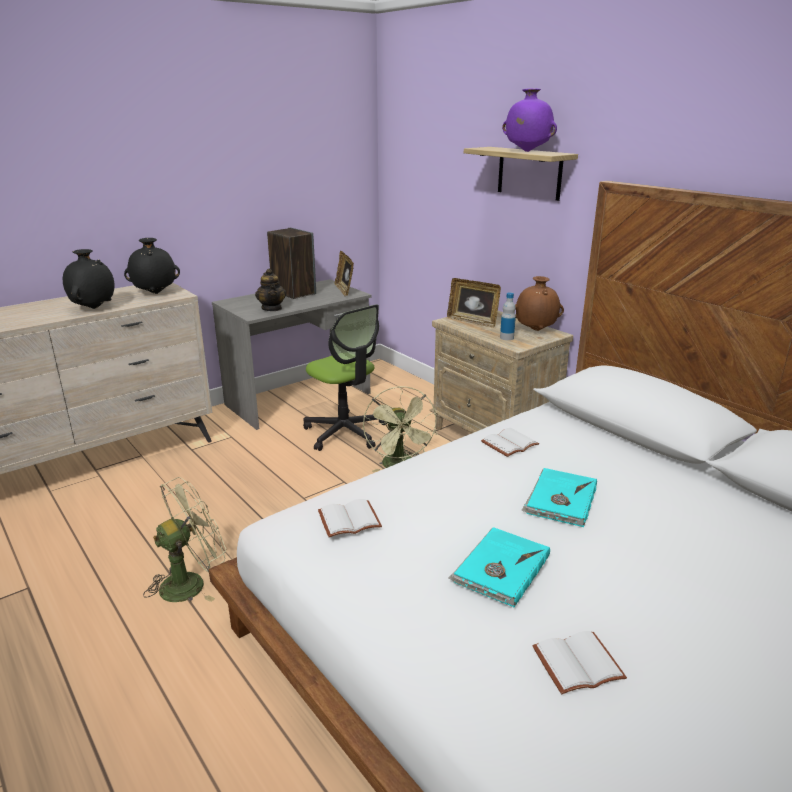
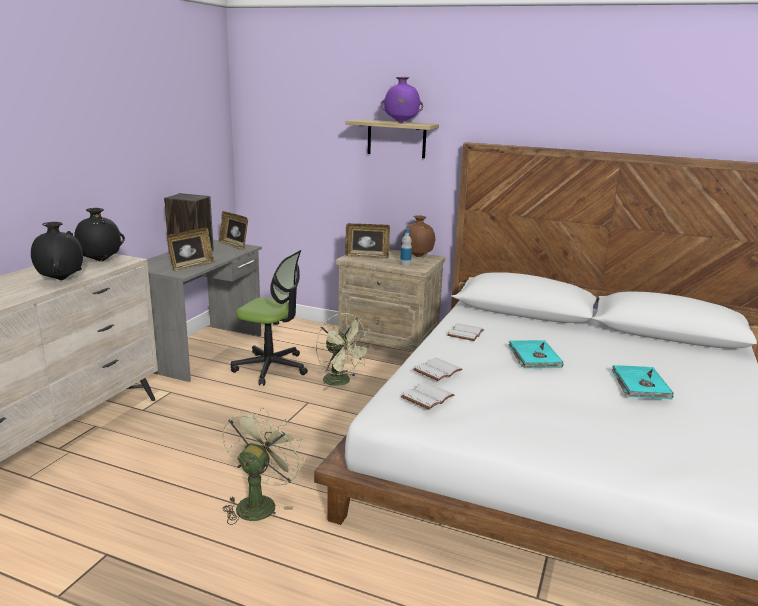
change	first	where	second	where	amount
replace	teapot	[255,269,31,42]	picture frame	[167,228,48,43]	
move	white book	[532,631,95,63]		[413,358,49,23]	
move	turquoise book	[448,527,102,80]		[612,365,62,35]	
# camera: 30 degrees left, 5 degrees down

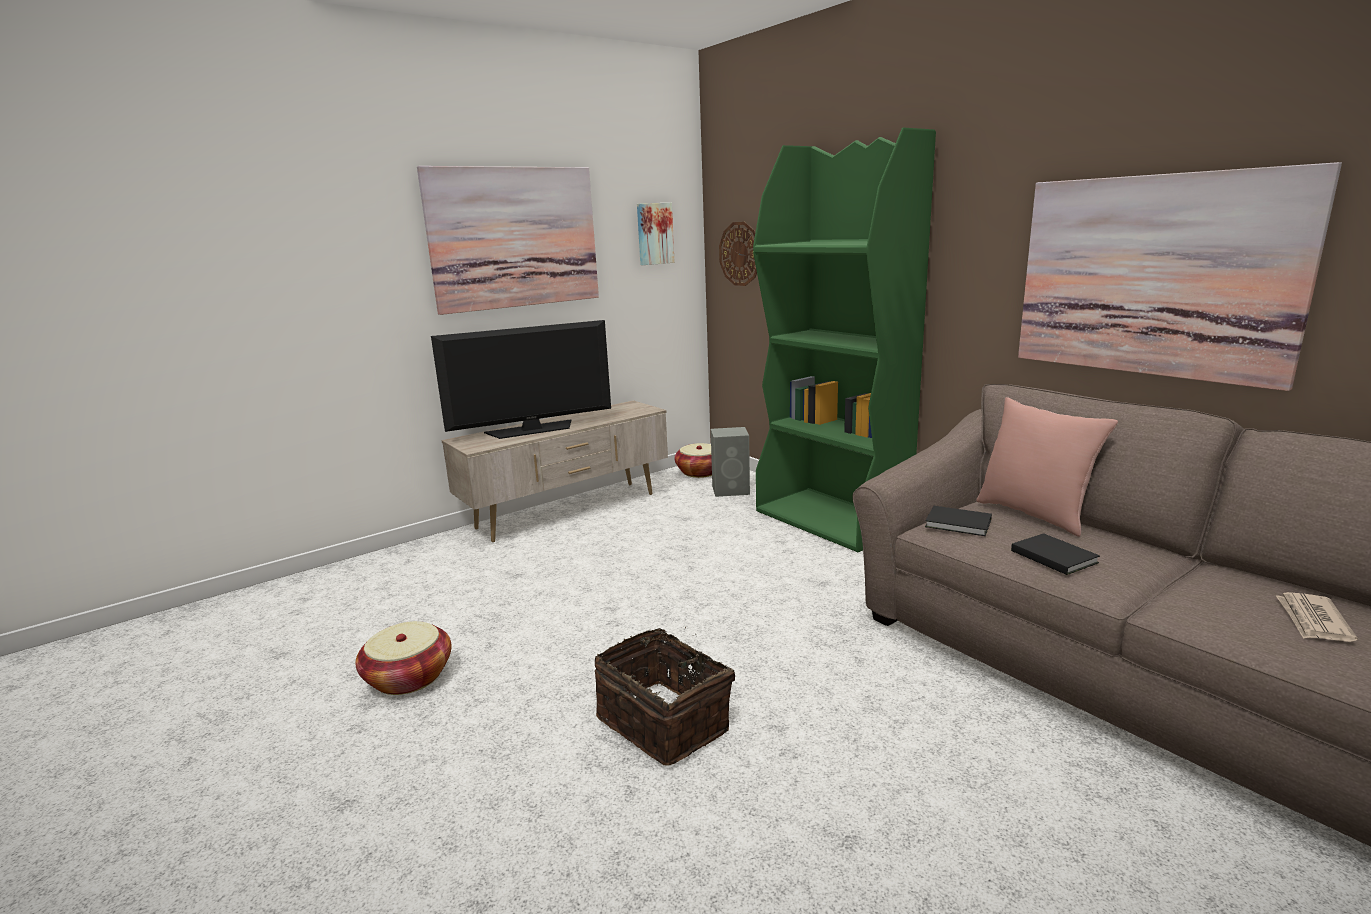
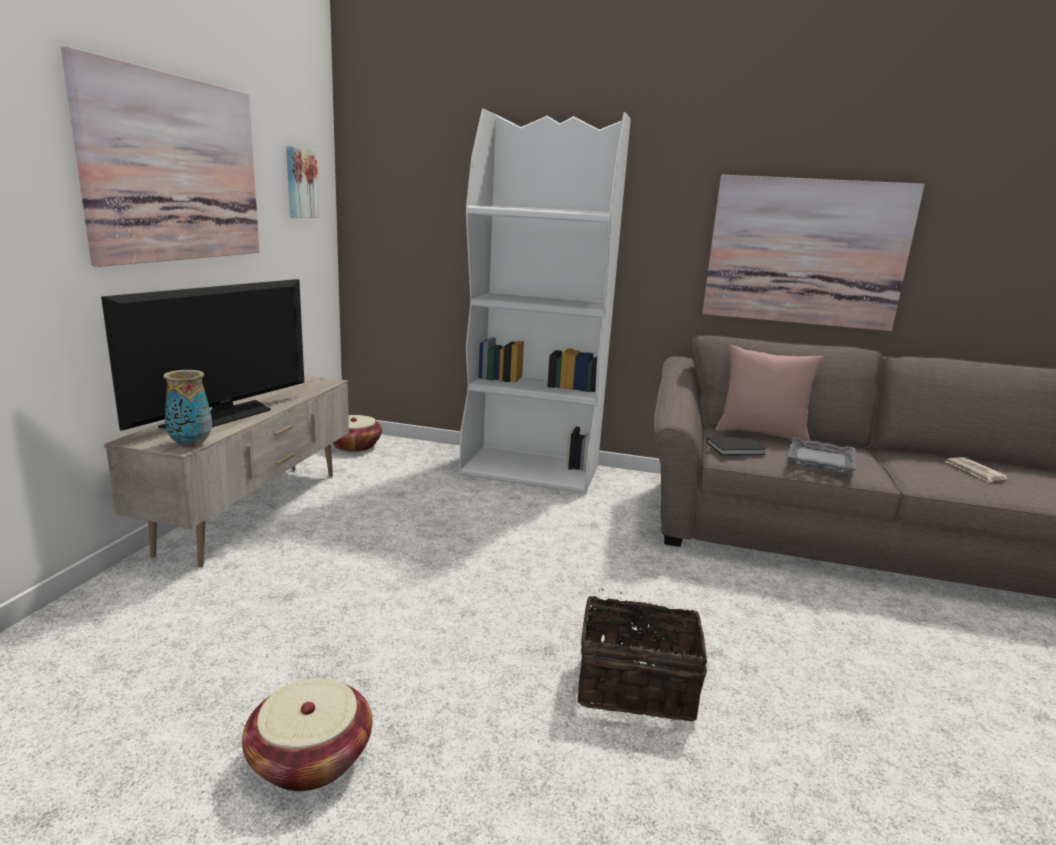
change	first	where	second	where	amount
insert			vase	[163,370,49,78]	
recolor	green bookcase	[753,128,183,424]	white bookcase	[459,108,172,386]	
replace	black book	[1011,533,89,42]	grey tray	[787,437,69,37]	
delete	grey speaker	[711,427,39,70]			
delete	wall clock	[719,222,38,64]			
# camera: 40 degrees left, 0 degrees up

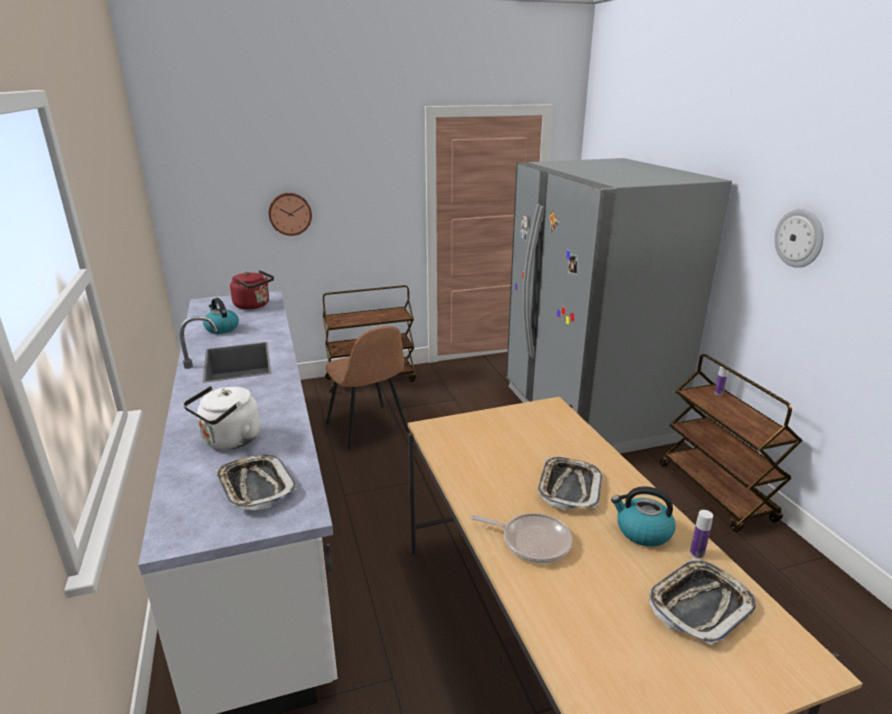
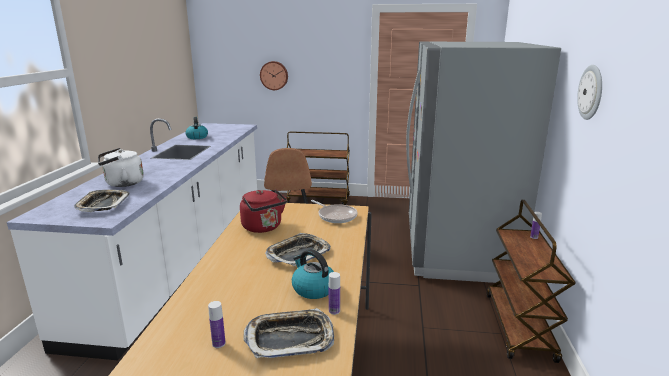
change	first	where	second	where	amount
insert			bottle	[208,301,17,47]	
move	red kettle	[230,270,44,39]		[240,189,47,44]	
move	frying pan	[471,513,102,50]		[311,200,47,23]	
# camera: 25 degrees right, 5 degrees down

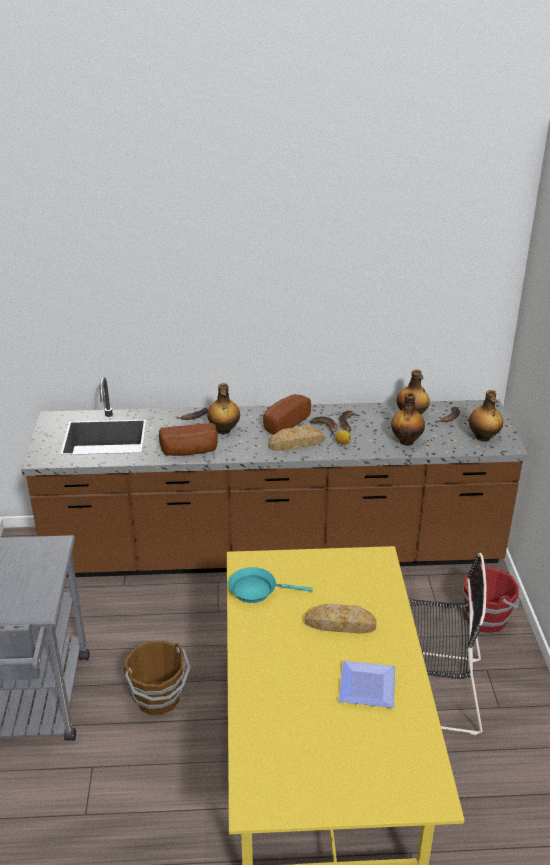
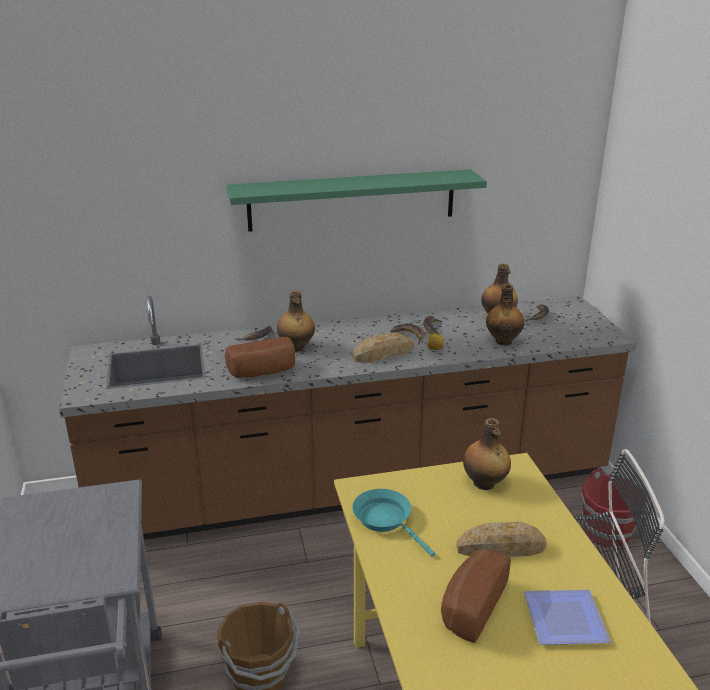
change	first	where	second	where	amount
insert			green shelf	[226,169,261,63]	
rotate	turquoise frying pan	[228,567,85,36]		[352,489,83,68]	60 degrees clockwise
move	bread	[263,394,48,41]		[441,549,70,94]	
move	bottle	[469,390,34,52]		[463,418,48,72]	
# camera: 10 degrees left, 5 degrees down

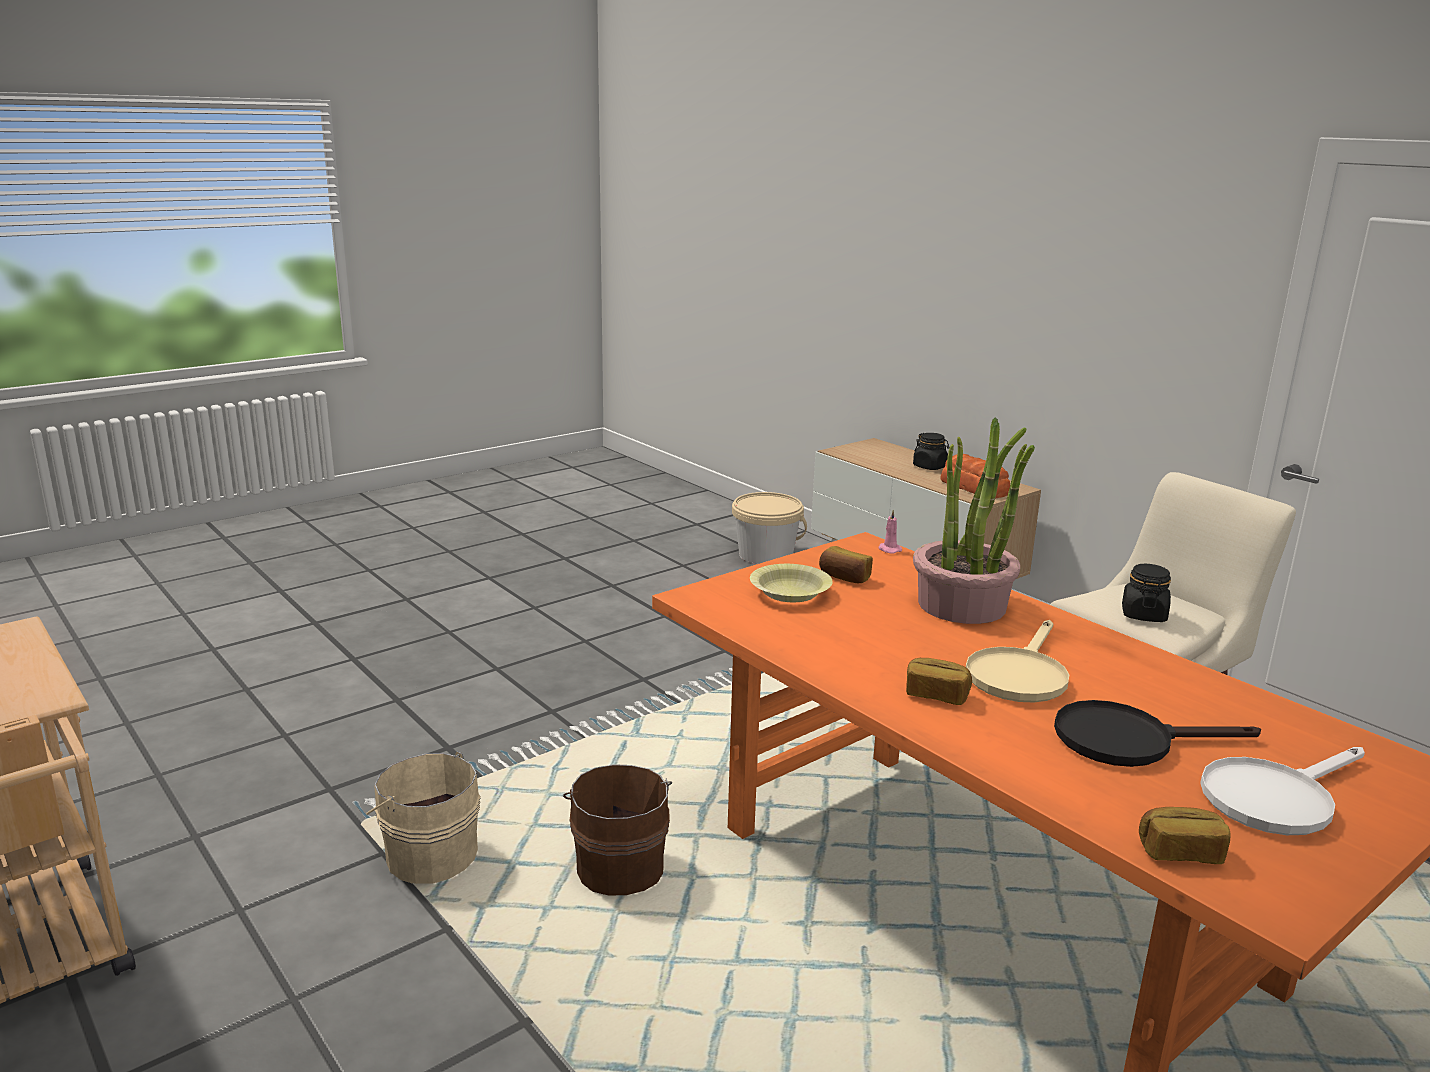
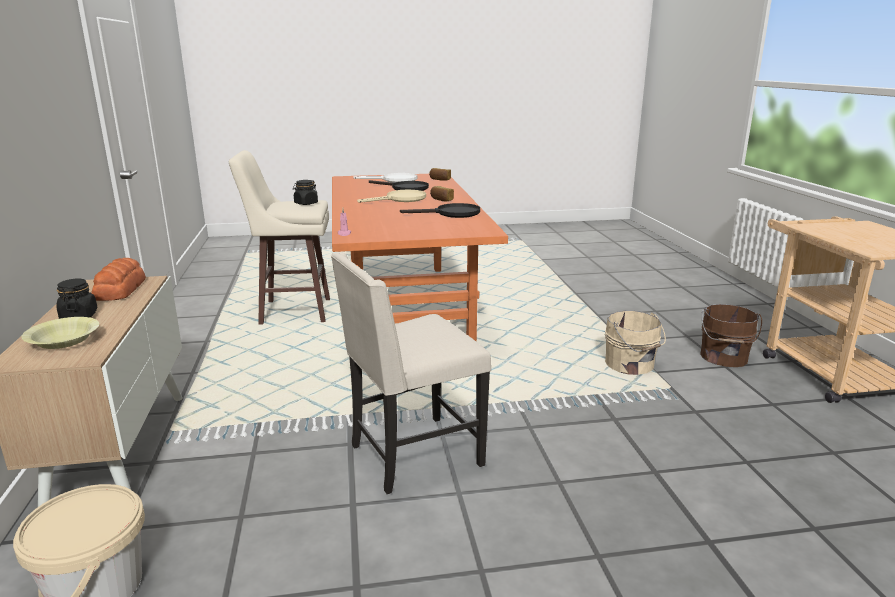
change	first	where	second	where	amount
move	yellow bowl	[750,564,83,38]		[21,317,78,32]	
insert			beige chair	[331,252,160,242]	
insert			black frying pan	[400,203,80,15]	
move	brown bucket	[563,764,109,132]		[700,304,62,63]	
delete	bread	[819,546,54,37]			
delete	potted plant	[913,418,122,206]			
# camera: 150 degrees left, 0 degrees up

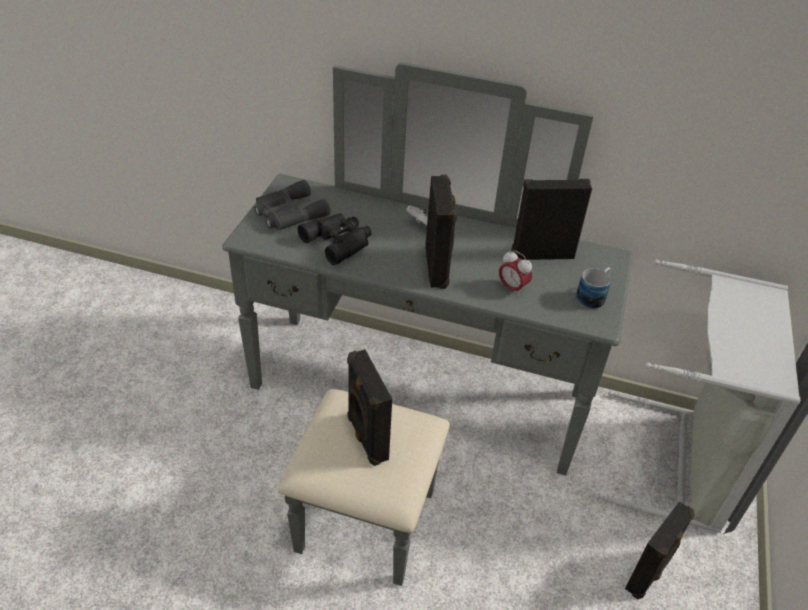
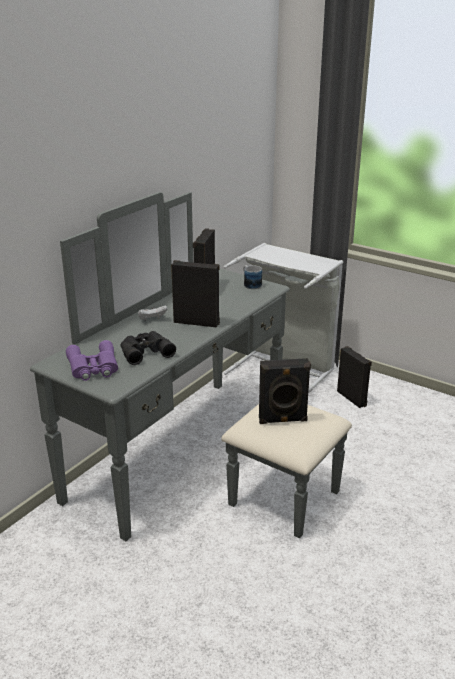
change	first	where	second	where	amount
recolor	grey binoculars	[254,180,76,50]	purple binoculars	[66,340,52,41]	
delete	alarm clock	[499,250,33,46]			
# camera: 70 degrees left, 15 degrees down

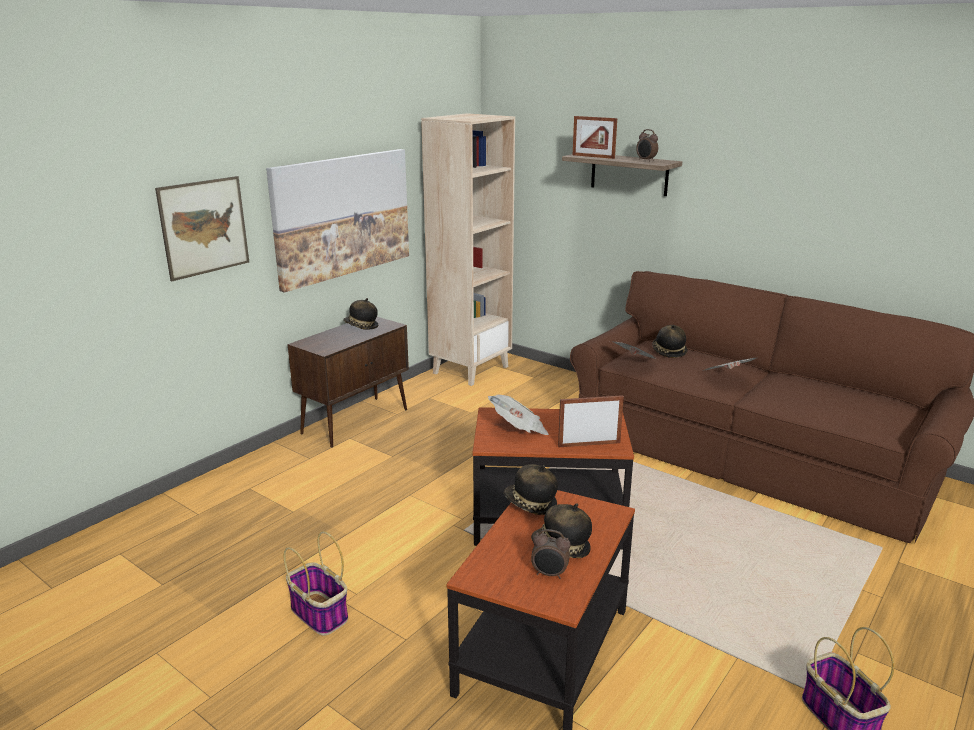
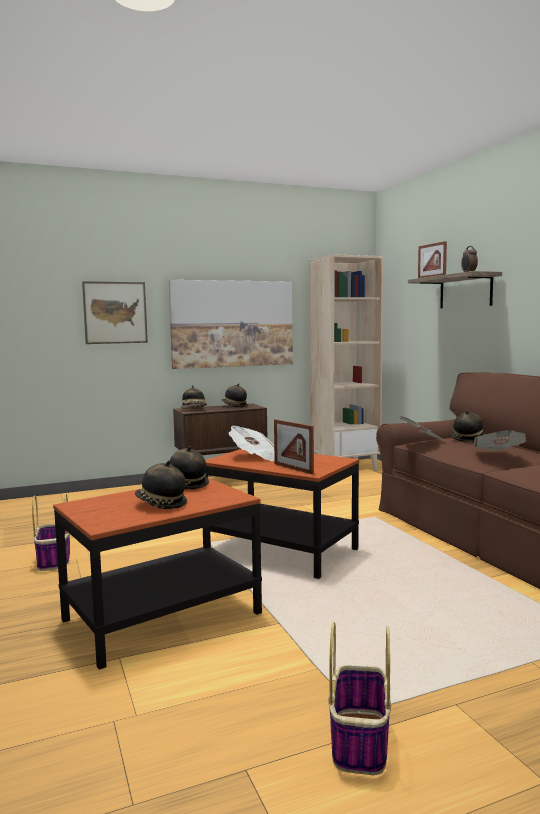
change	first	where	second	where	amount
insert			hat	[181,385,26,24]	
rotate	picture frame	[558,395,66,52]		[274,419,40,55]	150 degrees counterclockwise
delete	alarm clock	[531,529,40,50]			
# camera: 30 degrees right, 15 degrees down

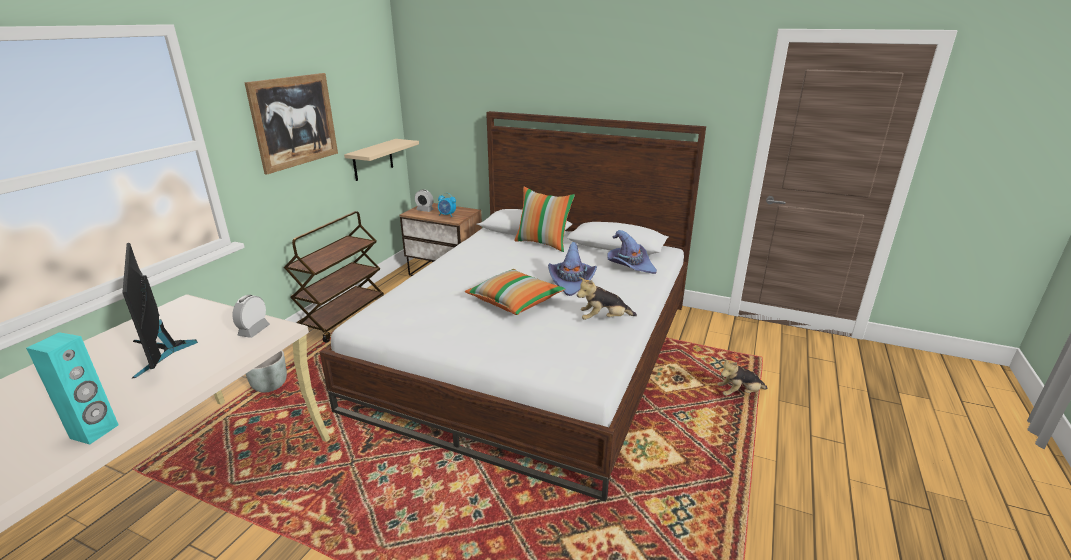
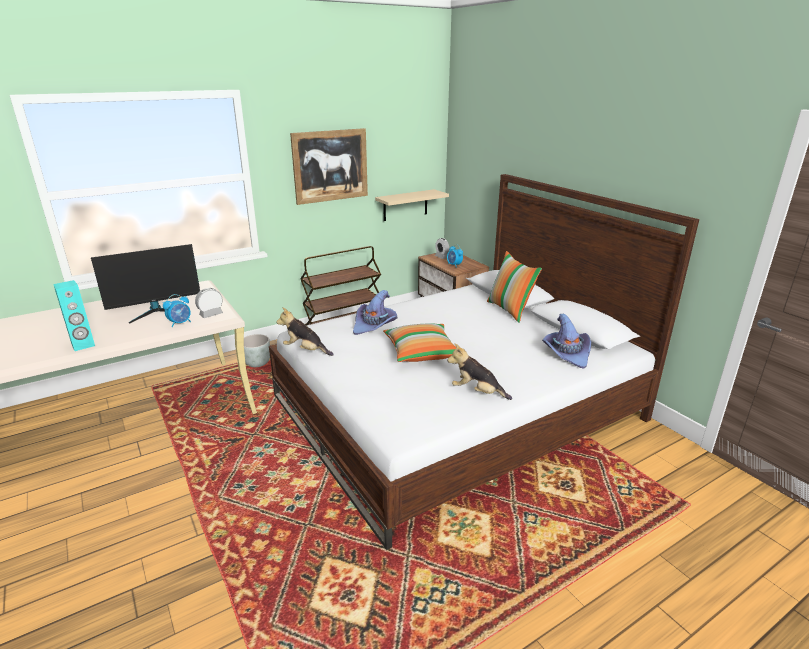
change	first	where	second	where	amount
rotate	monitor	[122,243,76,136]		[91,244,109,80]	120 degrees counterclockwise
insert			alarm clock	[163,294,28,34]	
move	plush toy	[717,358,51,38]		[276,308,58,48]	
move	purple hat	[548,242,49,54]		[353,290,45,45]	
# camera: 35 degrees right, 0 degrees up

